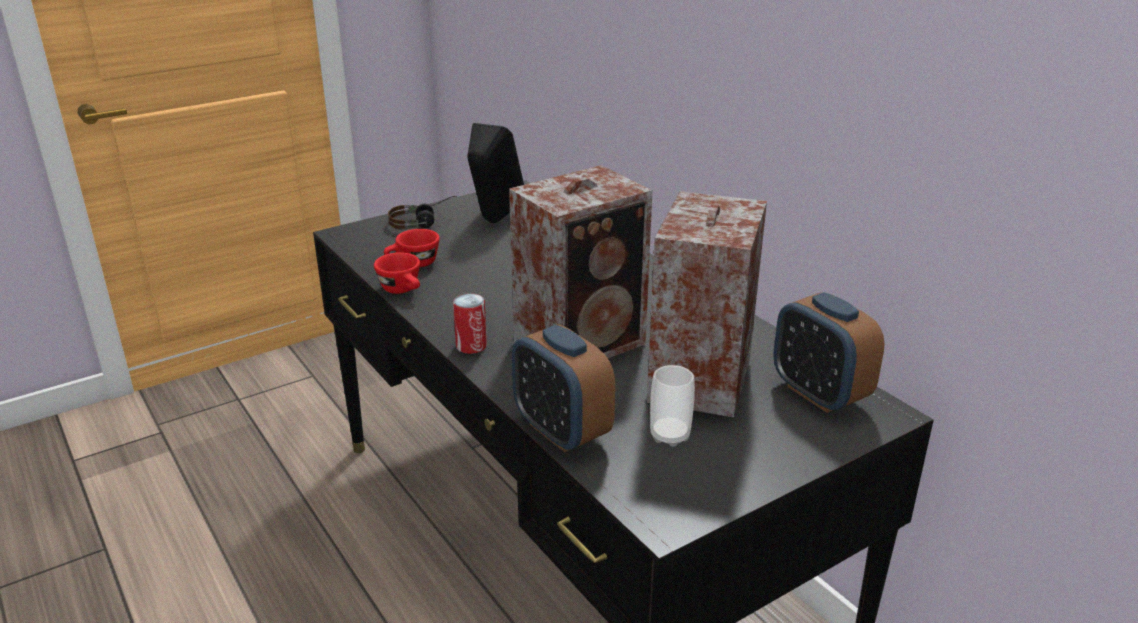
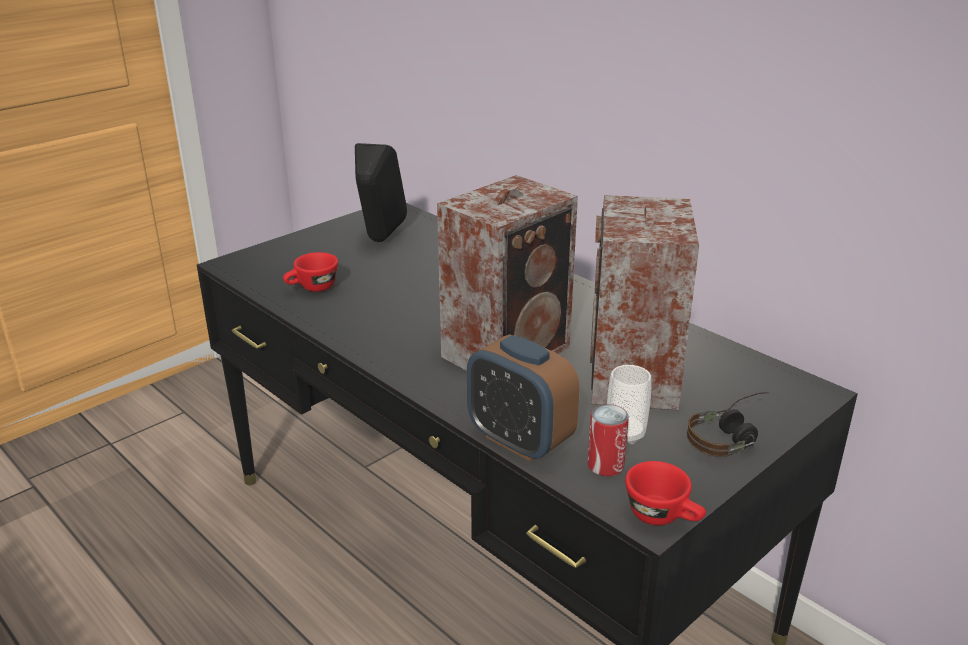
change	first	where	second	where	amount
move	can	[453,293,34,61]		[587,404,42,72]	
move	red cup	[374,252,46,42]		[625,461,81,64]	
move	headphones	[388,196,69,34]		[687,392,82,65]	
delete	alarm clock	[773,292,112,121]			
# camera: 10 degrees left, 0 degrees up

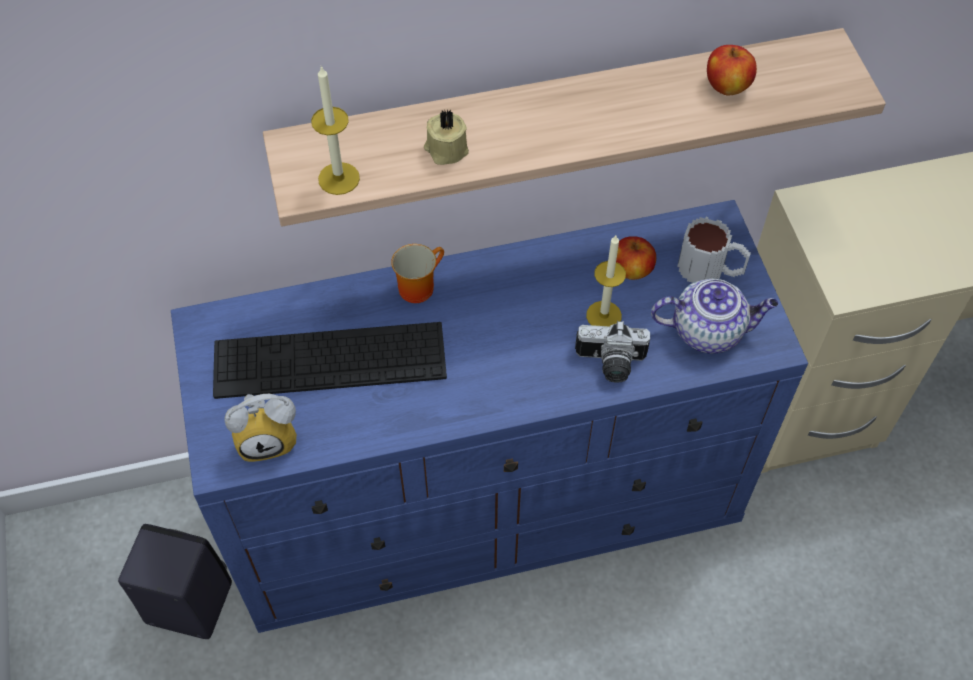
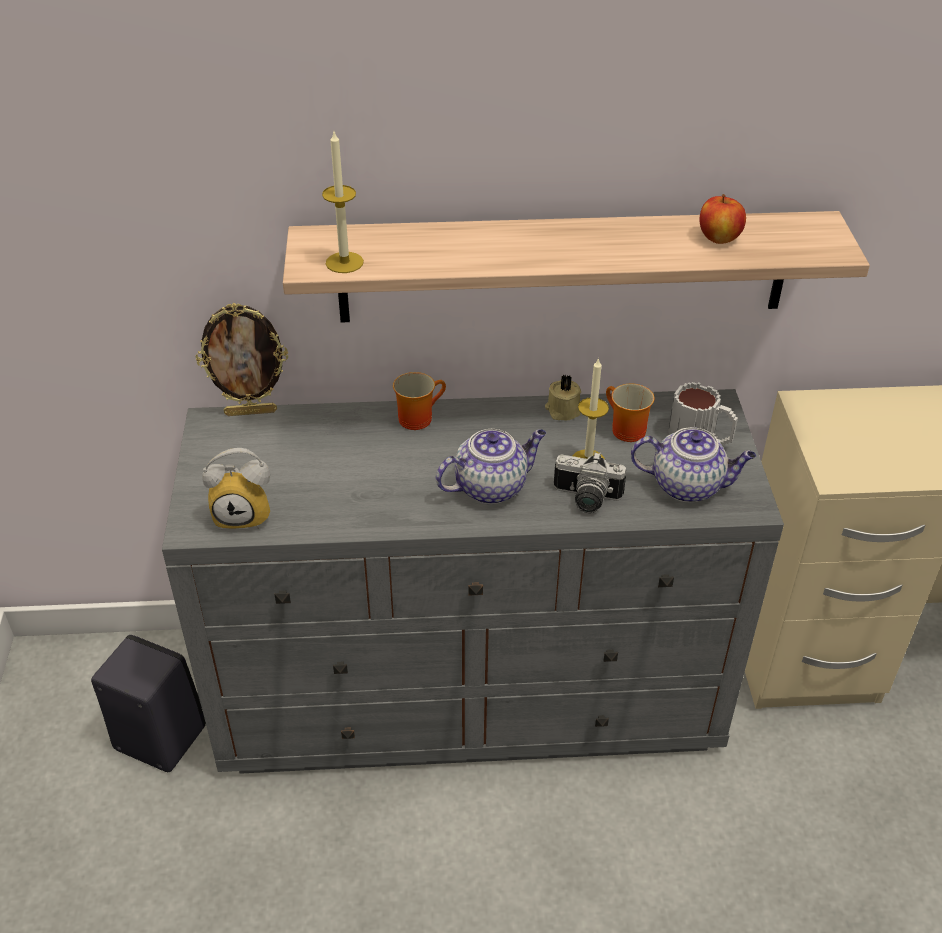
change	first	where	second	where	amount
recolor	blue dresser	[171,200,637,433]	grey dresser	[162,389,622,385]	
insert			picture frame	[196,303,92,113]	
insert			teapot	[436,429,110,75]	
move	beige candle	[424,110,45,55]		[545,374,36,46]	
replace	apple	[616,236,40,44]	mug	[606,384,48,58]	
delete	keyboard	[213,322,234,77]			
# camera: 10 degrees right, 15 degrees down

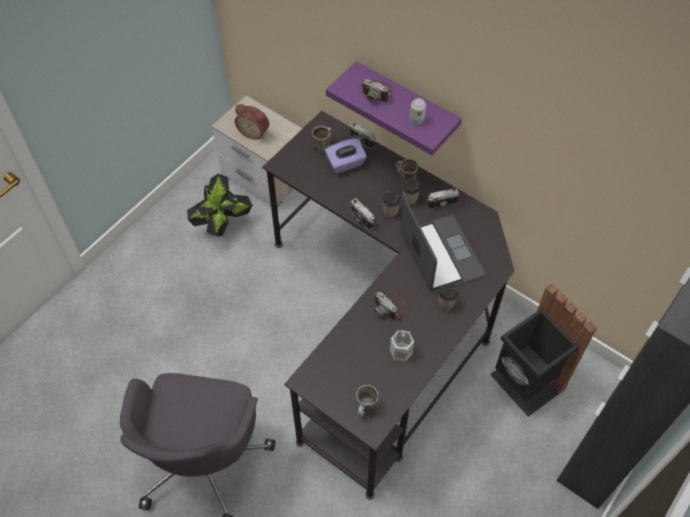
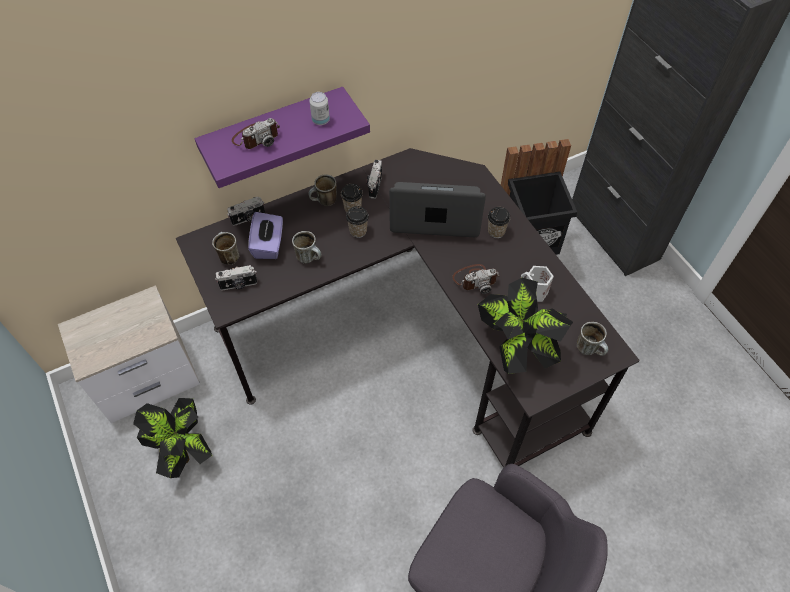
change	first	where	second	where	amount
move	photo camera	[351,198,23,32]		[215,265,42,25]	
insert			mug	[292,231,30,33]	
insert			potted plant	[478,277,95,97]	
delete	alarm clock	[235,104,34,36]			
# camera: 65 degrees left, 0 degrees up

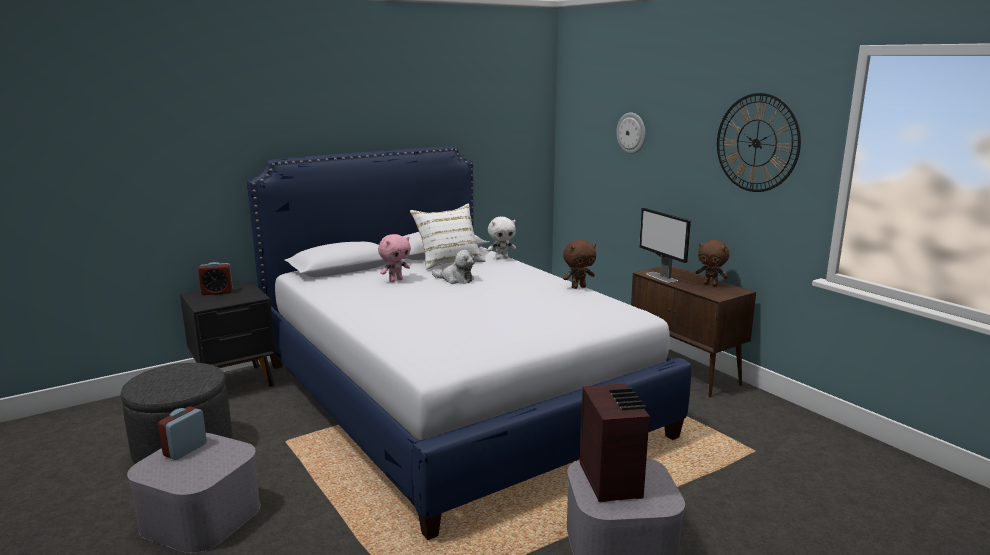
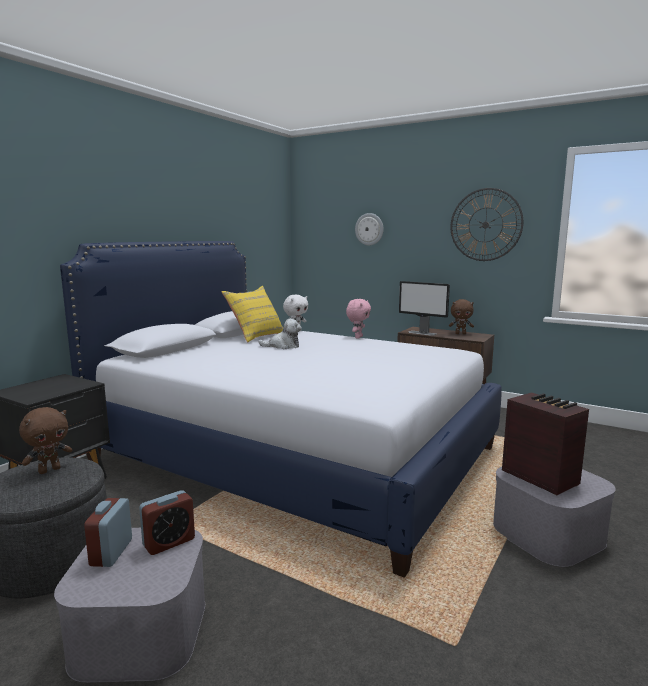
change	first	where	second	where	amount
move	brown plush toy	[563,240,33,49]		[19,407,53,67]	
move	alarm clock	[198,262,35,33]		[139,490,56,65]	
recolor	white pillow	[410,204,76,65]	yellow pillow	[221,286,62,56]	
move	pink plush toy	[378,234,33,48]		[346,299,25,40]	
# camera: 25 degrees left, 5 degrees down

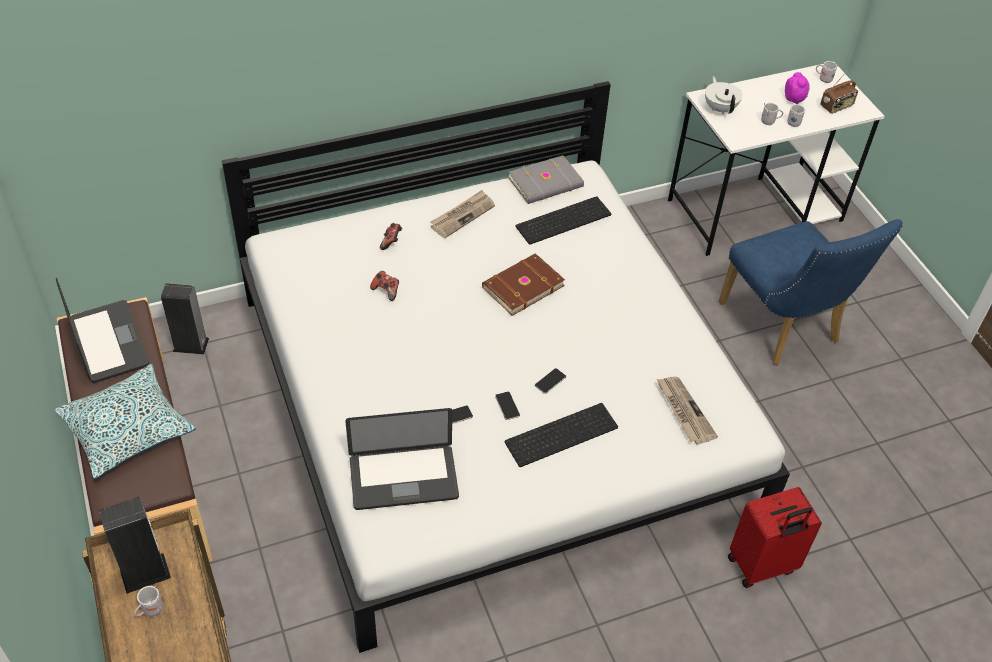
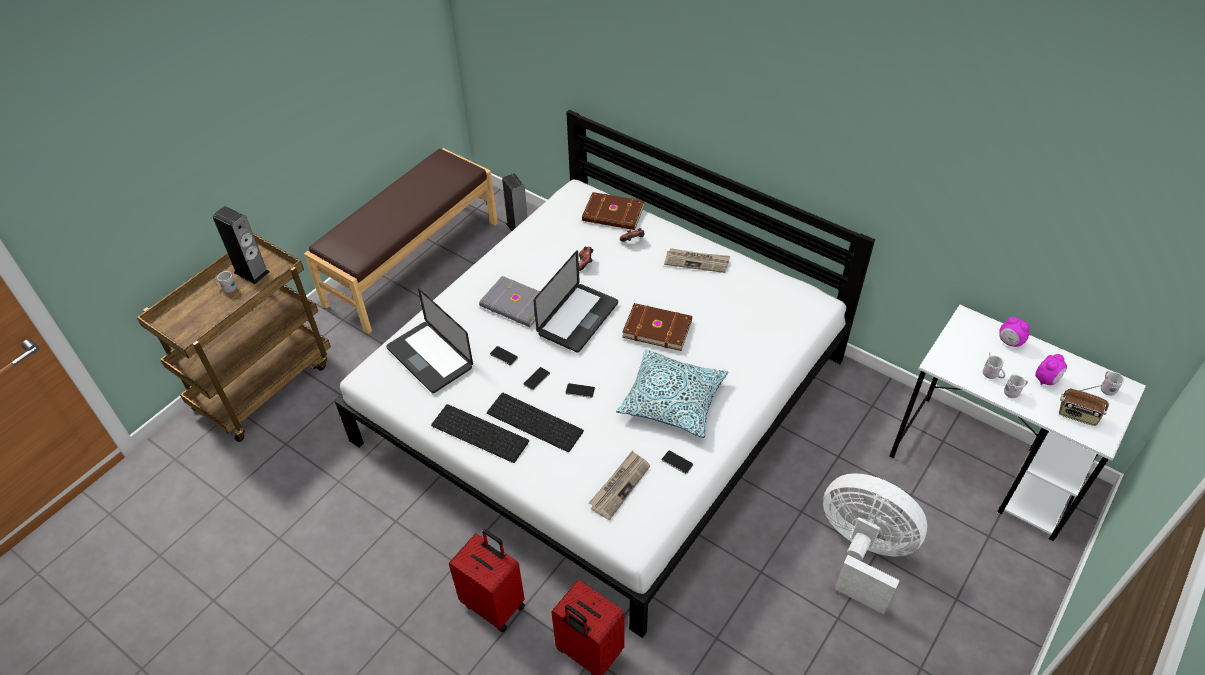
change	first	where	second	where	amount
move	keyboard	[515,196,96,49]		[431,404,98,59]	
insert			red suitcase	[449,529,76,103]	
move	grey book	[509,155,75,49]		[479,276,61,51]	
move	laptop	[56,278,93,105]		[534,250,84,103]	
insert			brown book	[582,192,62,38]	
move	pillow	[55,364,140,115]		[616,350,112,88]	
insert			phone	[662,451,31,23]	
replace	blue chair	[719,219,184,146]	white fan	[823,473,104,141]	
insert			alarm clock	[999,317,30,30]	
delete	white teapot	[705,76,37,38]			
# camera: 60 degrees right, 0 degrees up

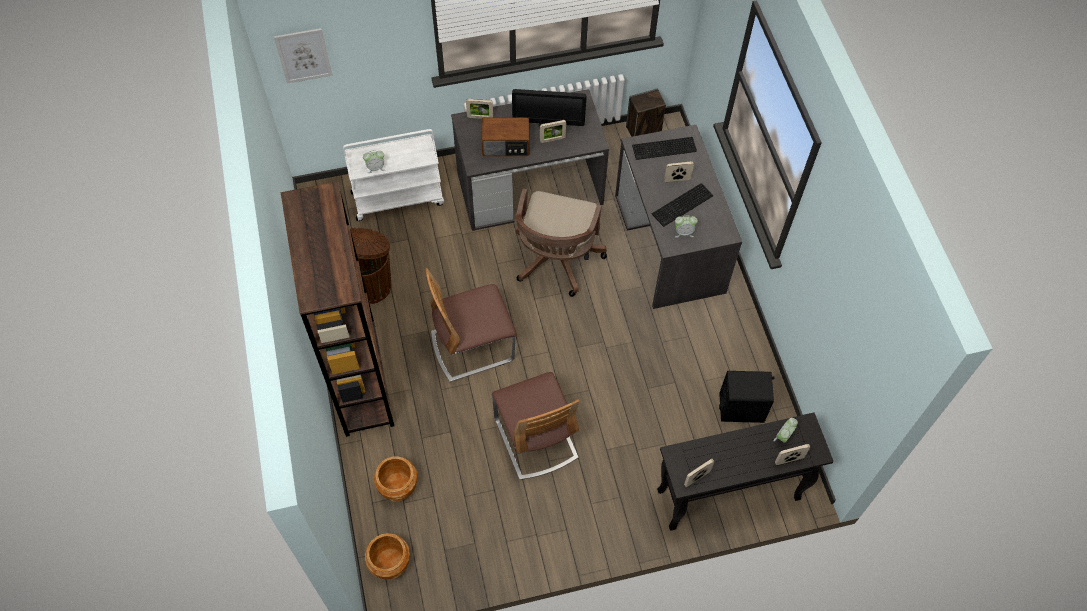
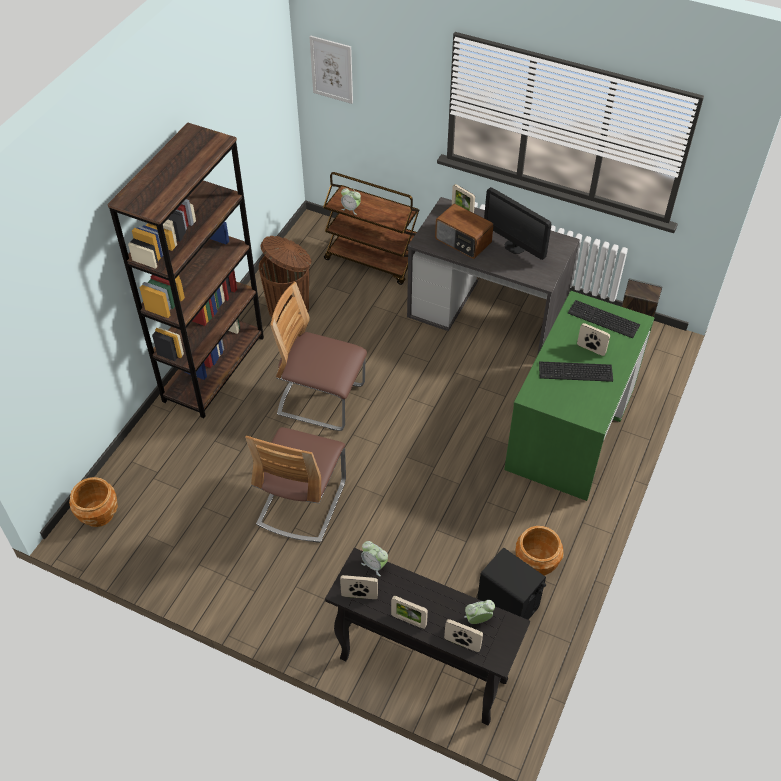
change	first	where	second	where	amount
recolor	white cart	[343,129,101,92]	brown cart	[323,172,96,113]	
move	alarm clock	[675,216,23,22]		[361,541,27,35]	
move	picture frame	[540,120,27,23]		[391,596,37,33]	
recolor	grey desk	[615,125,127,184]	green desk	[504,291,151,210]	
move	brown planter	[374,456,44,46]		[515,526,49,50]	
delete	brown office chair	[516,188,91,109]			
# camera: 40 degrees right, 10 degrees down

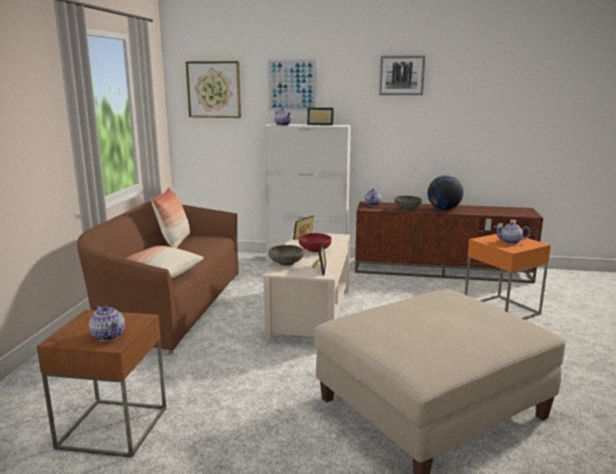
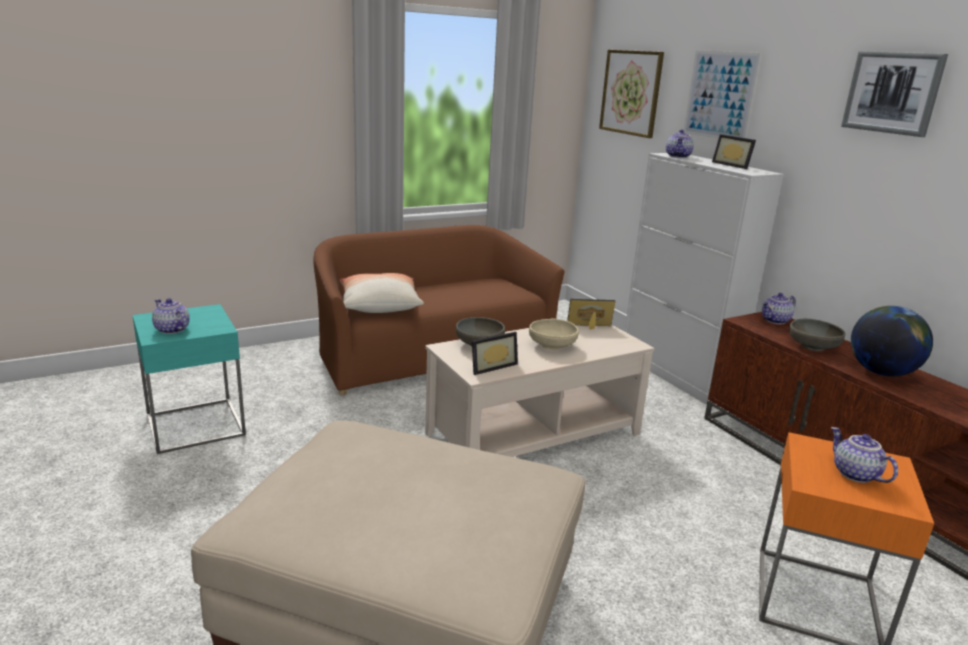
change	first	where	second	where	amount
recolor	brown side table	[37,310,129,148]	turquoise side table	[132,304,114,150]	
rotate	teapot	[89,306,36,35]		[152,298,38,36]	120 degrees clockwise
recolor	red bowl	[299,233,32,19]	beige bowl	[529,319,50,31]	
delete	pillow	[151,187,39,61]			
# camera: 50 degrees right, 5 degrees up

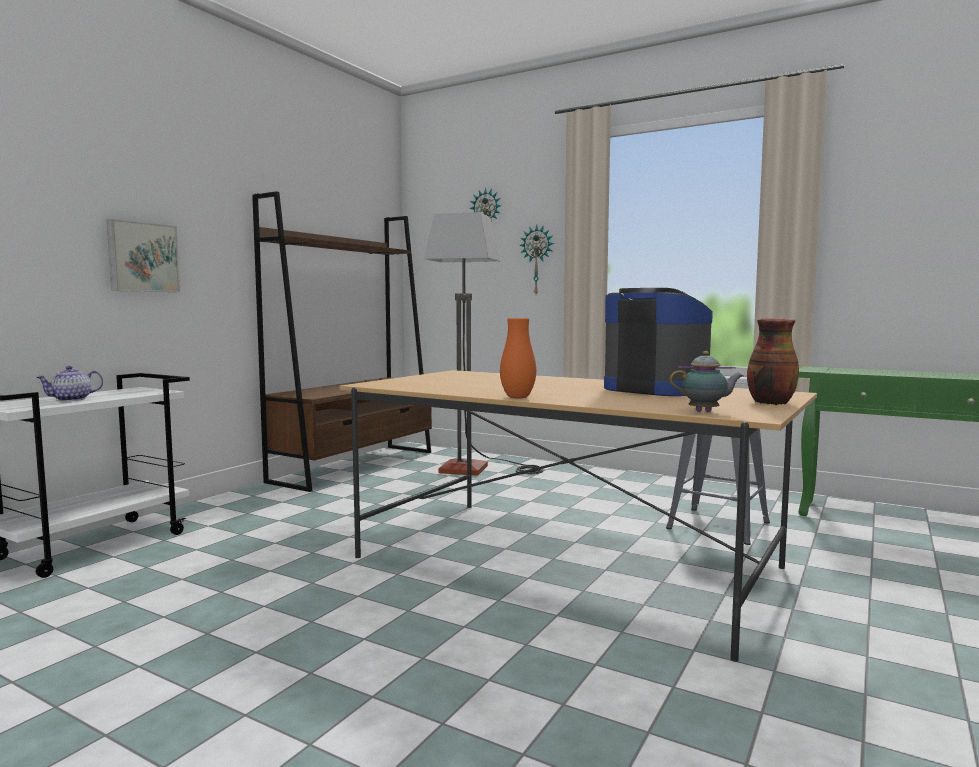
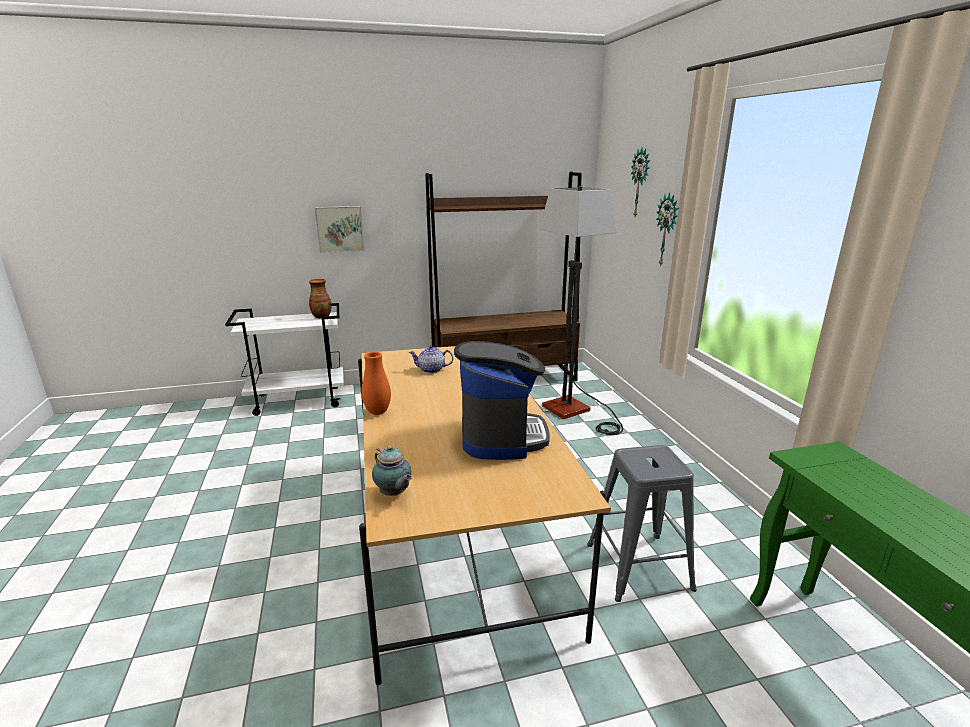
change	first	where	second	where	amount
move	vase	[747,319,52,86]		[309,279,23,40]	
move	teapot	[36,366,67,35]		[409,345,44,28]	
# camera: 45 degrees right, 15 degrees up

